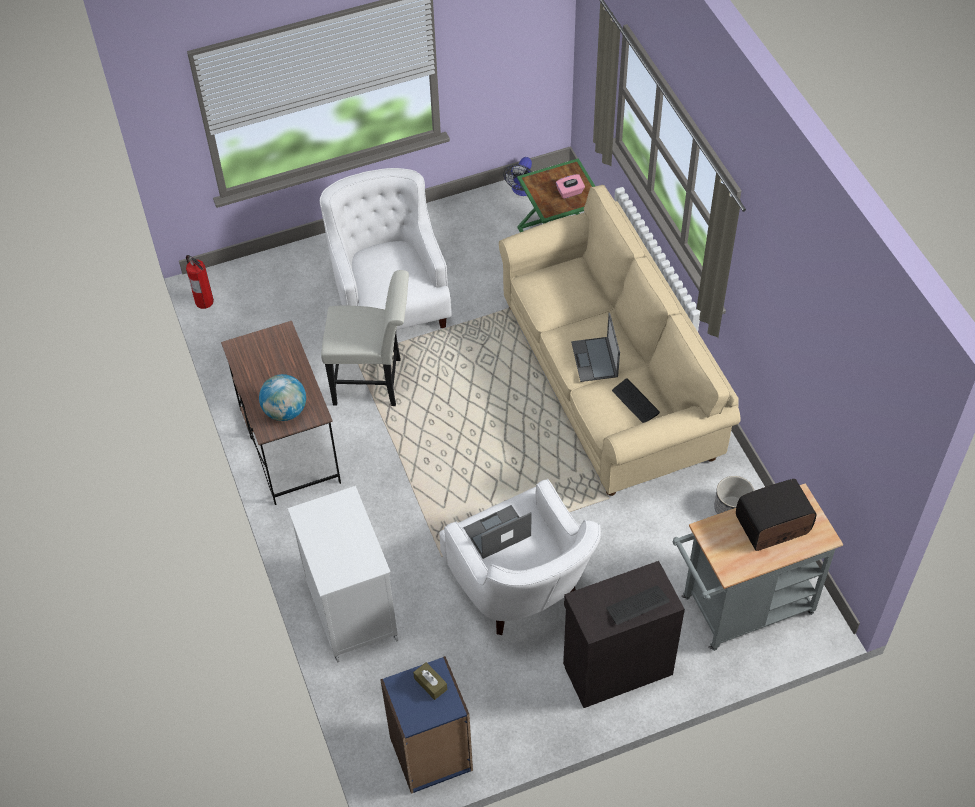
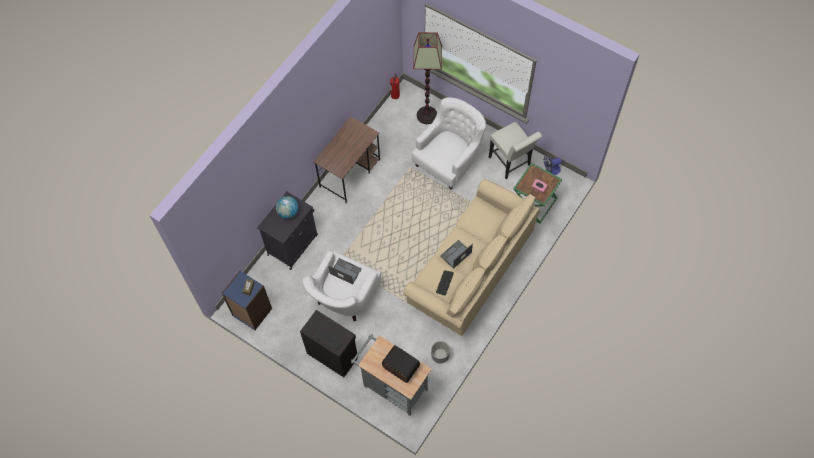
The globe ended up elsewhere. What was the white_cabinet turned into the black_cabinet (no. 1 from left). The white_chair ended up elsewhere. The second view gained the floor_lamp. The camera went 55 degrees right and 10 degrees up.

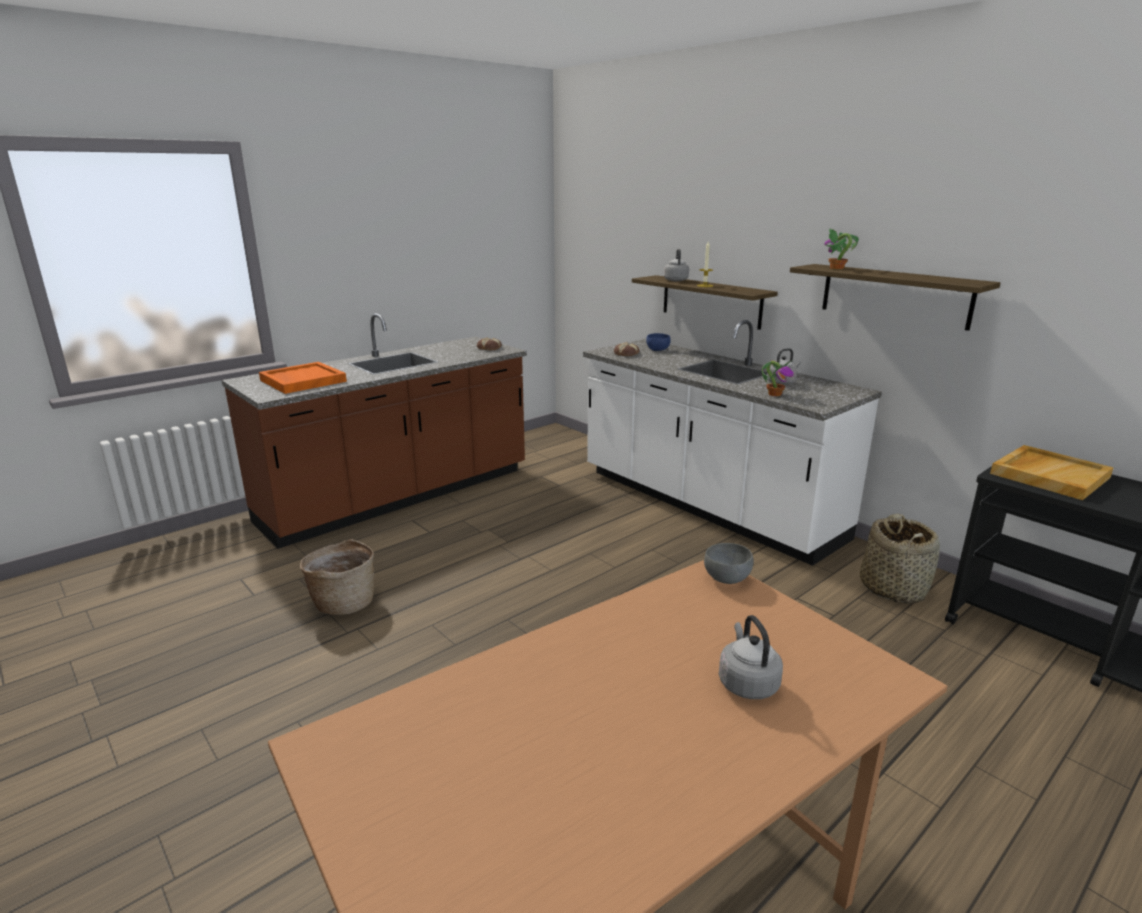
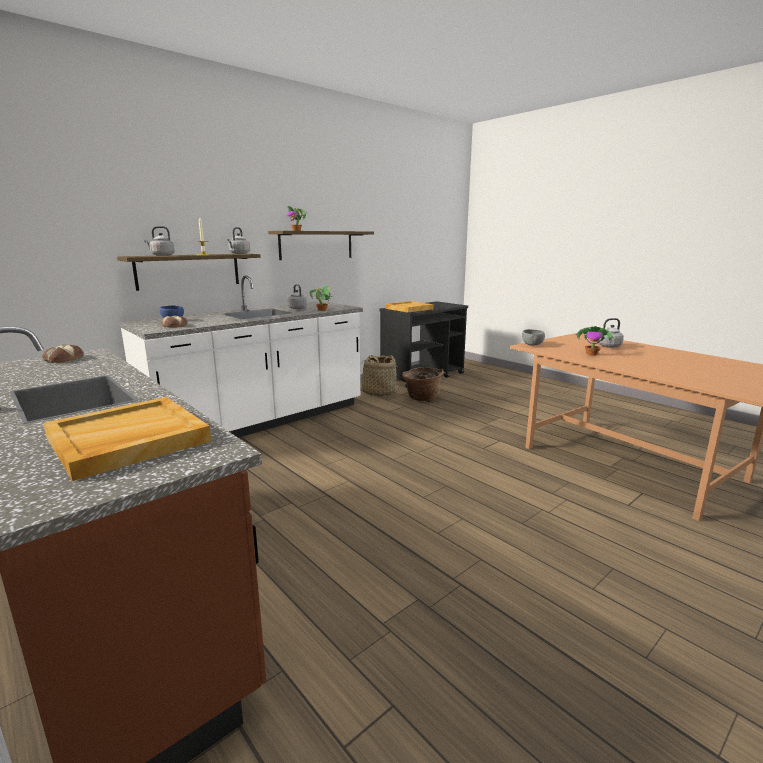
What was the orange_tray turned into the beige_tray (no. 1 from left). The basket (no. 1 from left in the first image) ended up elsewhere. The second view gained the grey_kettle (no. 2 from left). The second view gained the potted_plant (no. 3 from left). The camera went 90 degrees left and 5 degrees down.

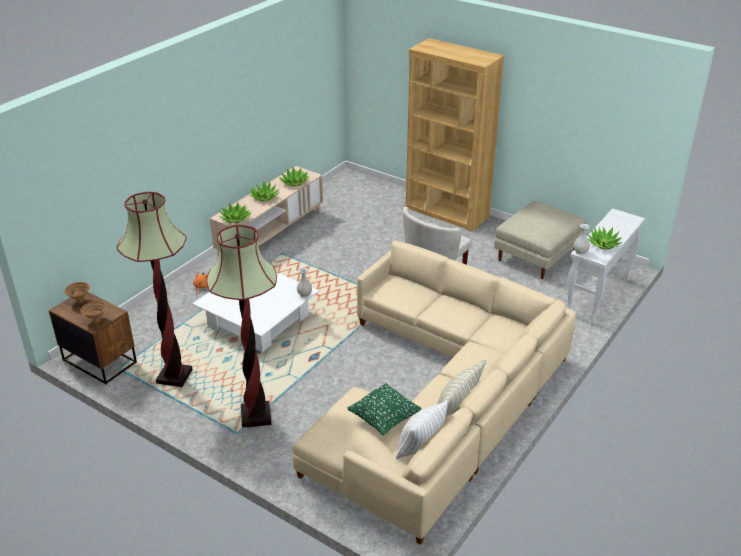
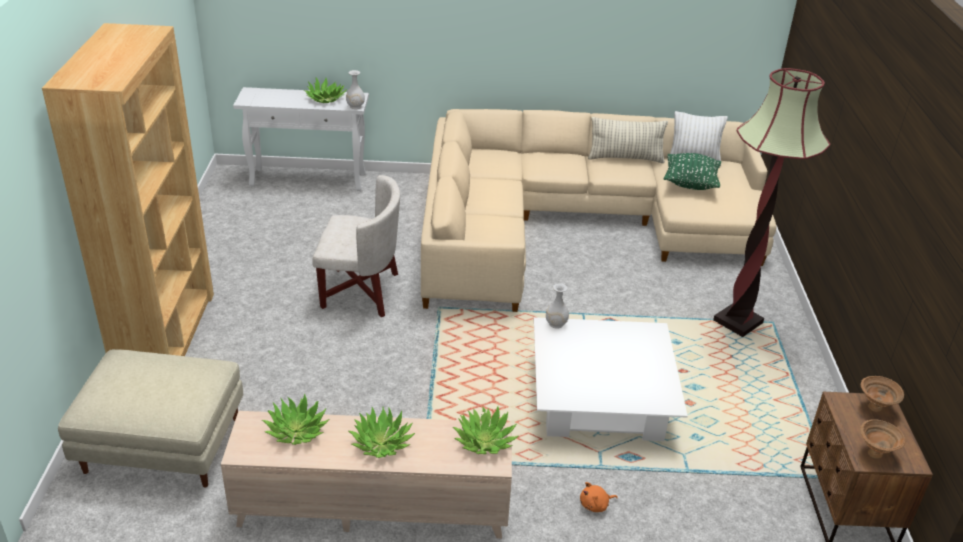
The second view lost the floor_lamp (no. 1 from left). The beige_ottoman ended up elsewhere. The camera went 125 degrees left and 0 degrees up.

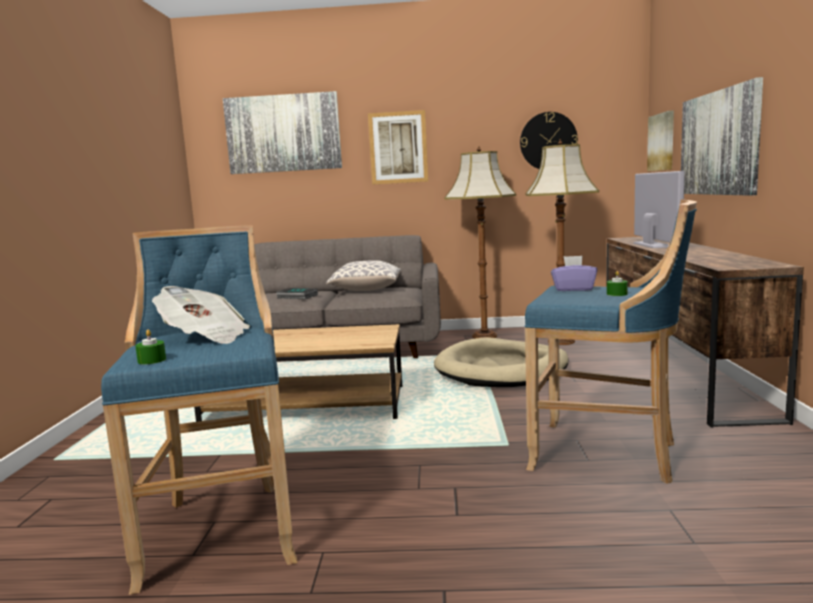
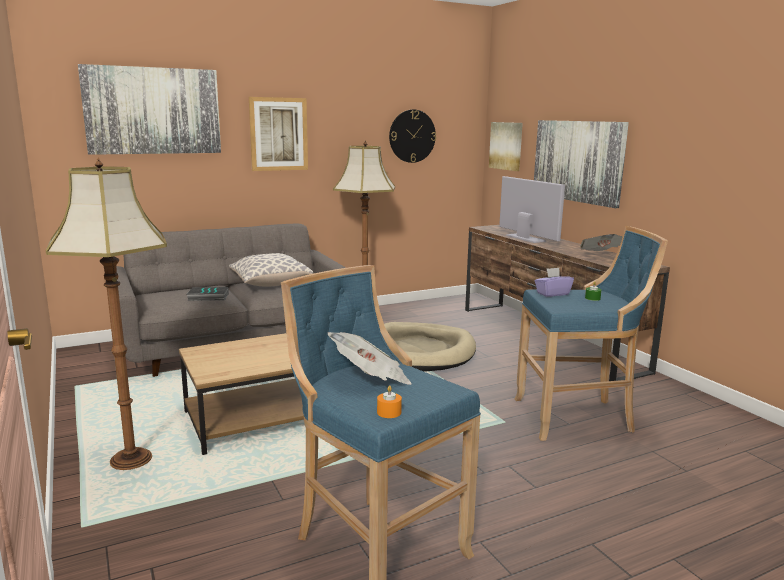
What was the green_candle (no. 1 from left) turned into the orange_candle. The floor_lamp (no. 2 from left in the first image) ended up elsewhere. The second view gained the newspaper (no. 2 from left). The camera went 30 degrees left and 5 degrees up.

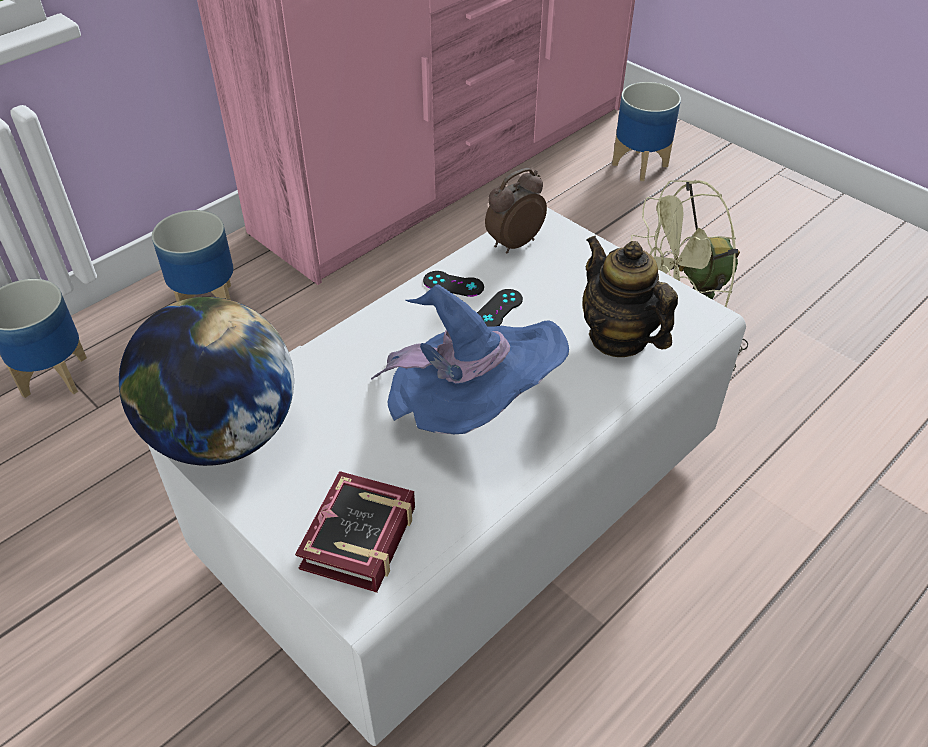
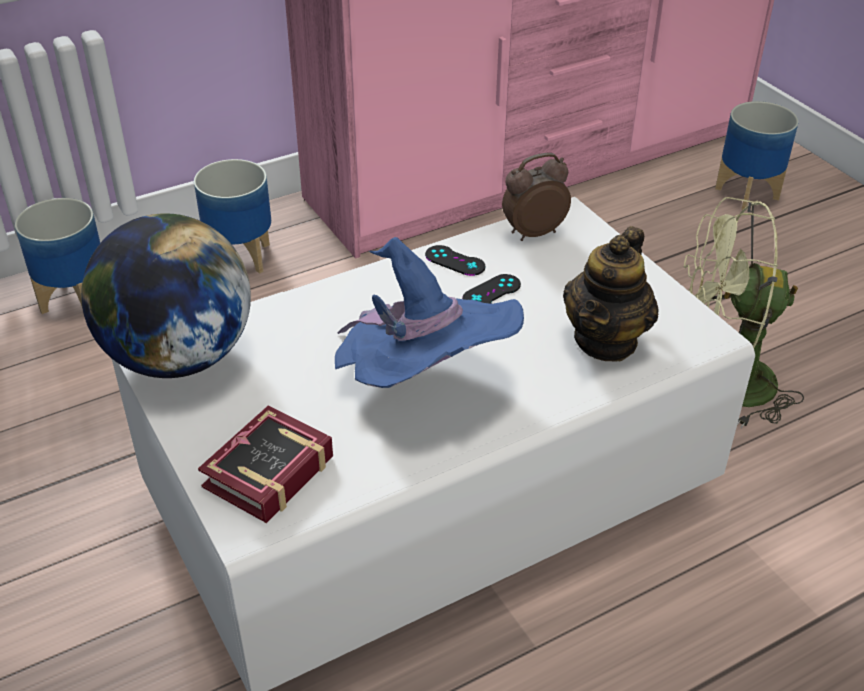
The teapot ended up facing another way, 135 degrees counterclockwise from before. The camera went 15 degrees right and 5 degrees down.

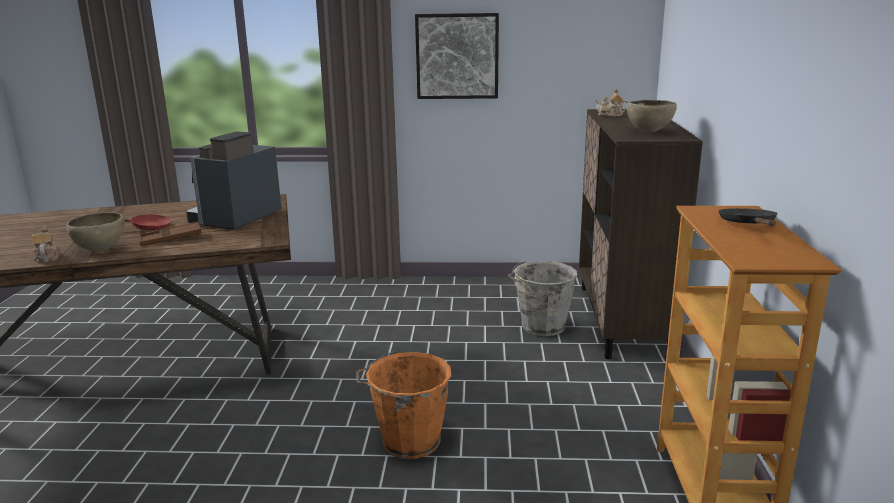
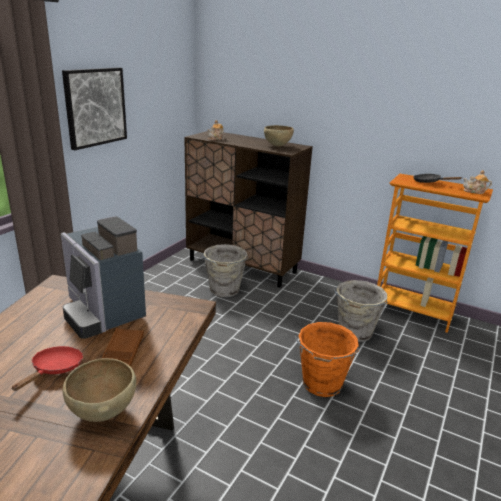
The teapot (no. 1 from left in the first image) ended up elsewhere. The second view gained the grey_bucket (no. 2 from left). The camera went 65 degrees left and 5 degrees up.

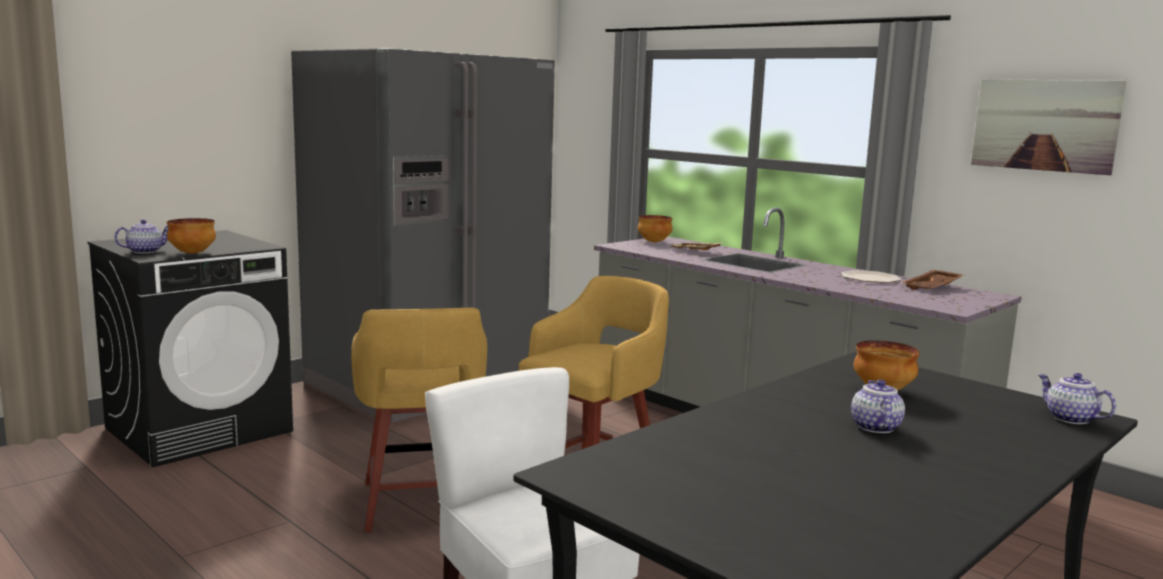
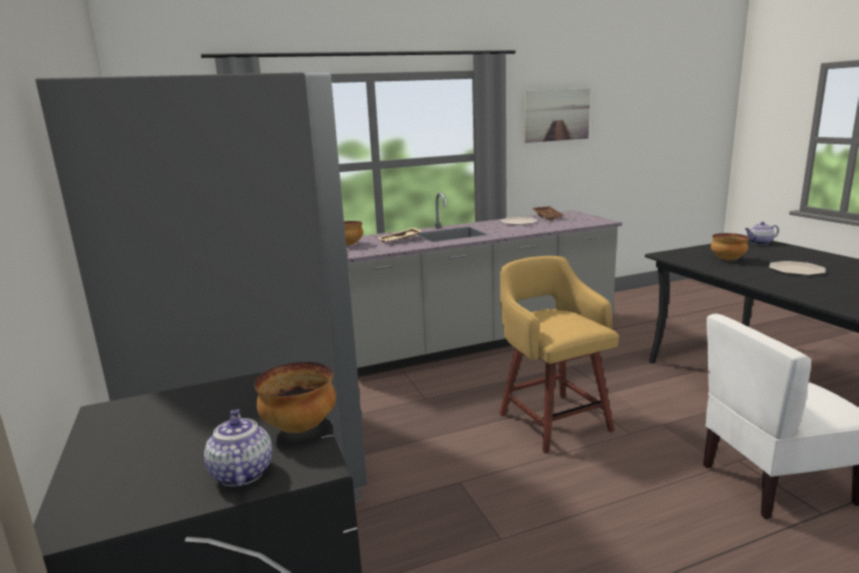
The second view lost the yellow_stool (no. 1 from left). Where the teapot (no. 2 from left) stood, the plate (no. 2 from left) came to stand. The camera went 65 degrees left and 5 degrees up.

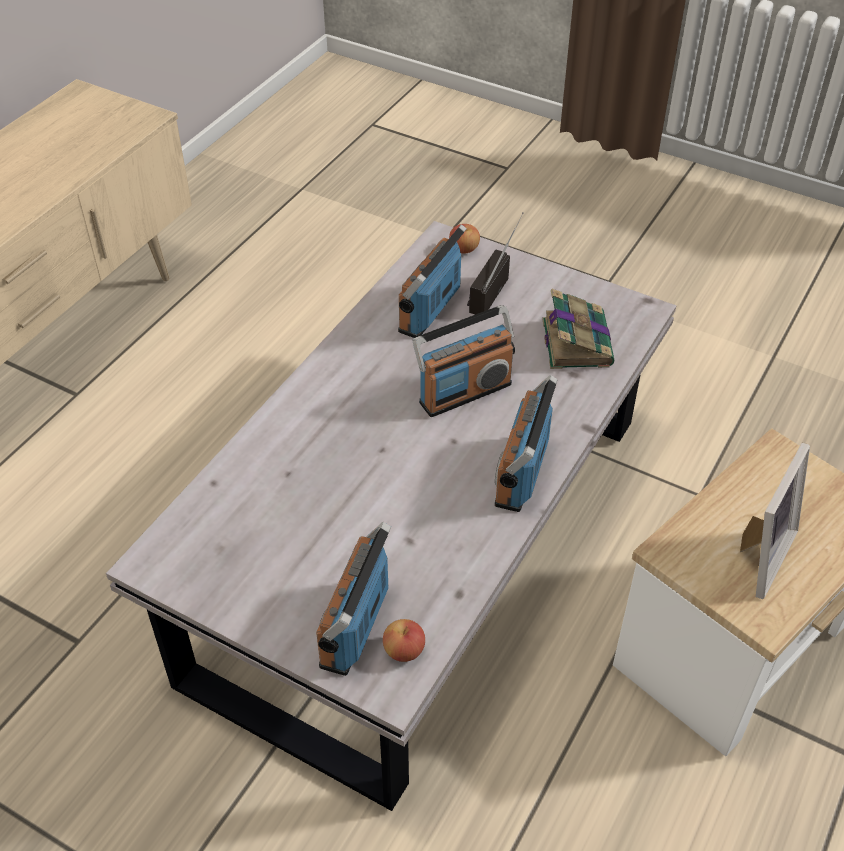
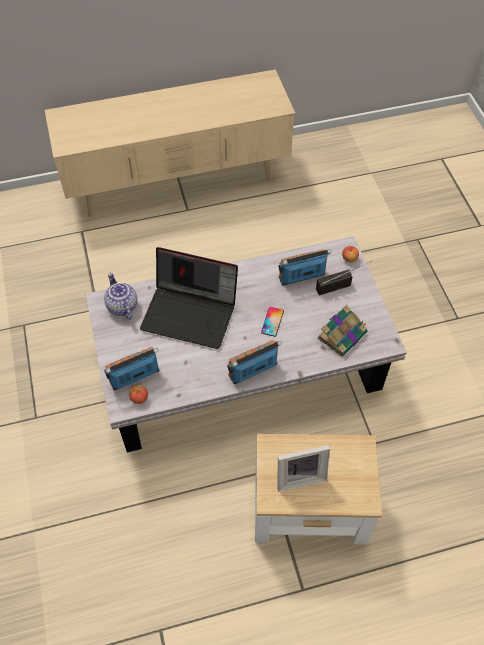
Where the radio (no. 3 from left) stood, the phone came to stand. The second view gained the teapot. The second view gained the laptop. The camera went 45 degrees right and 10 degrees up.

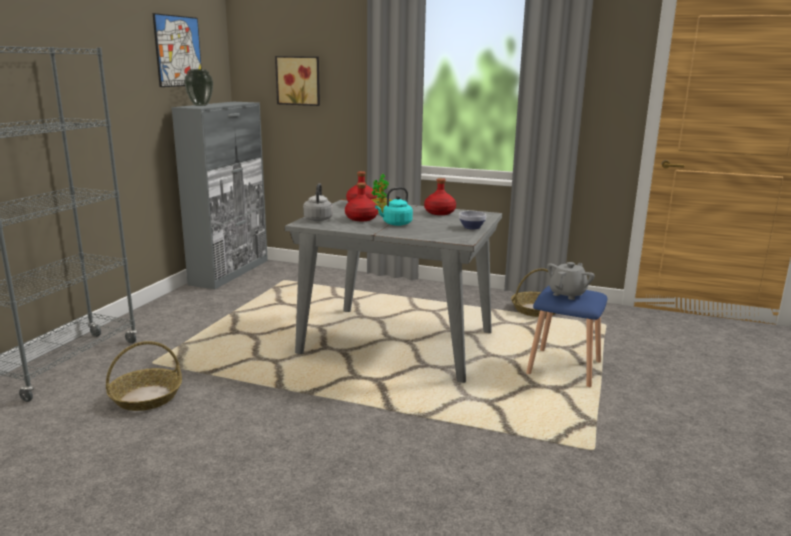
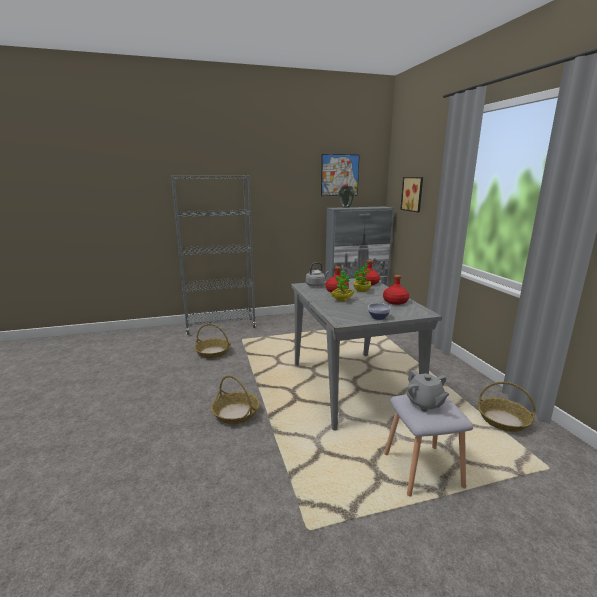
Where the turquoise_kettle stood, the potted_plant (no. 1 from left) came to stand. What was the blue_stool turned into the grey_stool. The grey_teapot ended up facing another way, 60 degrees clockwise from before. The second view gained the basket (no. 2 from left). The camera went 55 degrees right and 0 degrees up.

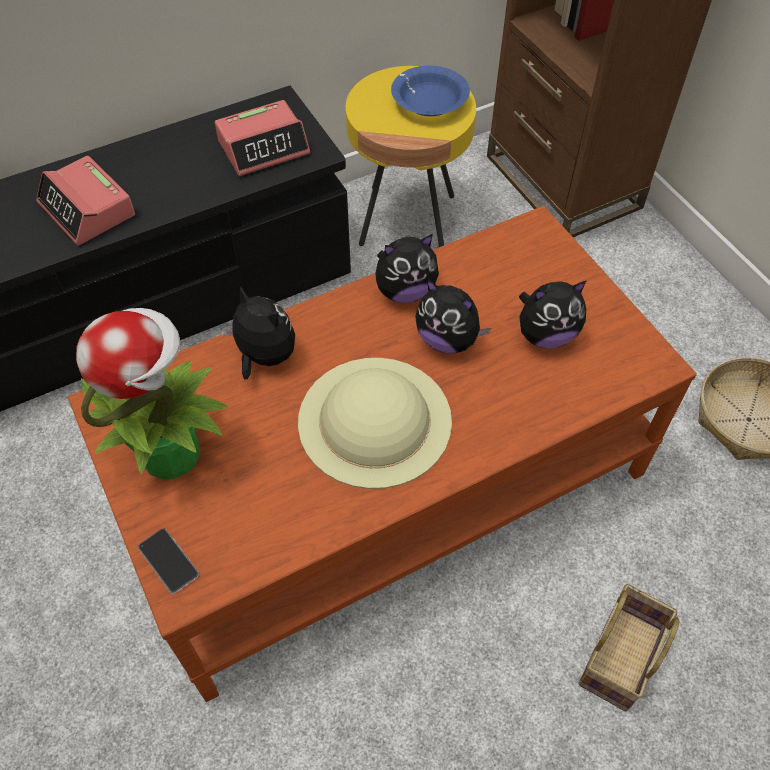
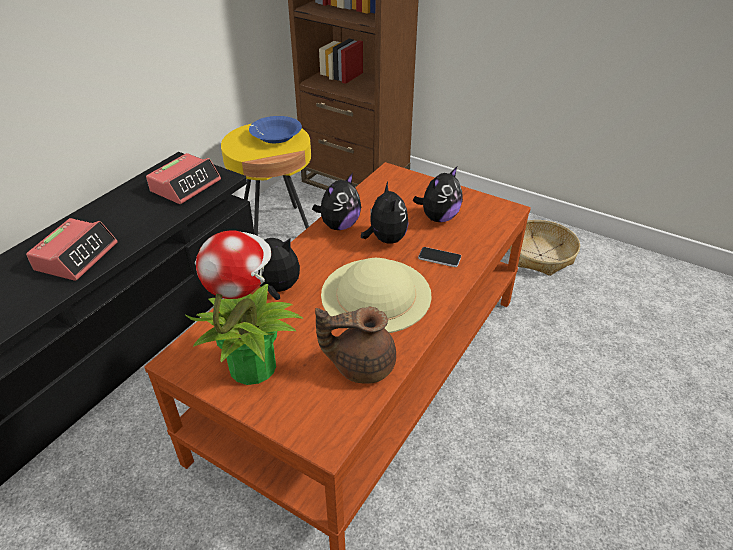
The alarm_clock (no. 1 from left) ended up facing another way, 90 degrees counterclockwise from before. The phone ended up elsewhere. The plush_toy (no. 3 from left) ended up facing another way, 105 degrees counterclockwise from before. The second view lost the basket (no. 1 from left). The second view gained the brown_teapot. The camera went 30 degrees left and 15 degrees down.

